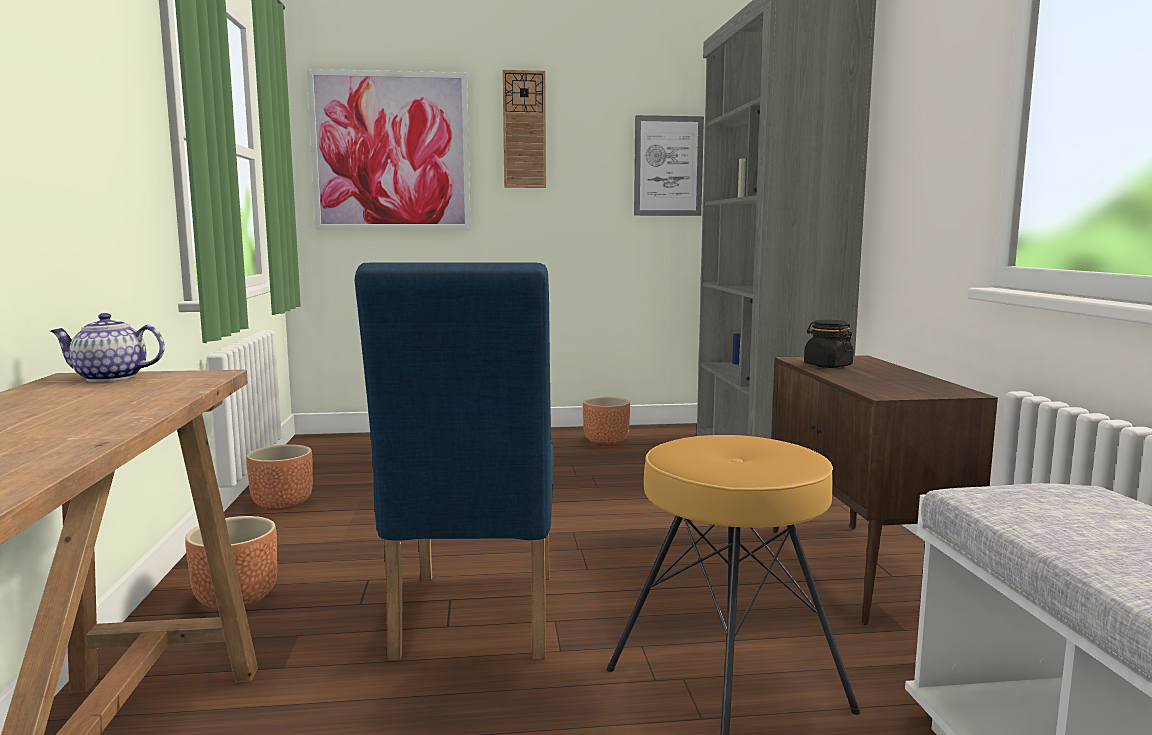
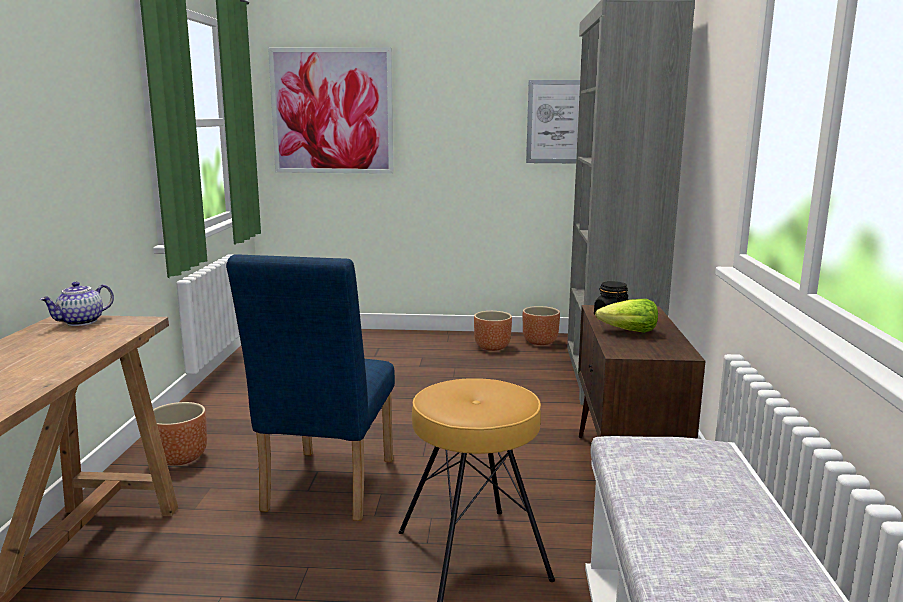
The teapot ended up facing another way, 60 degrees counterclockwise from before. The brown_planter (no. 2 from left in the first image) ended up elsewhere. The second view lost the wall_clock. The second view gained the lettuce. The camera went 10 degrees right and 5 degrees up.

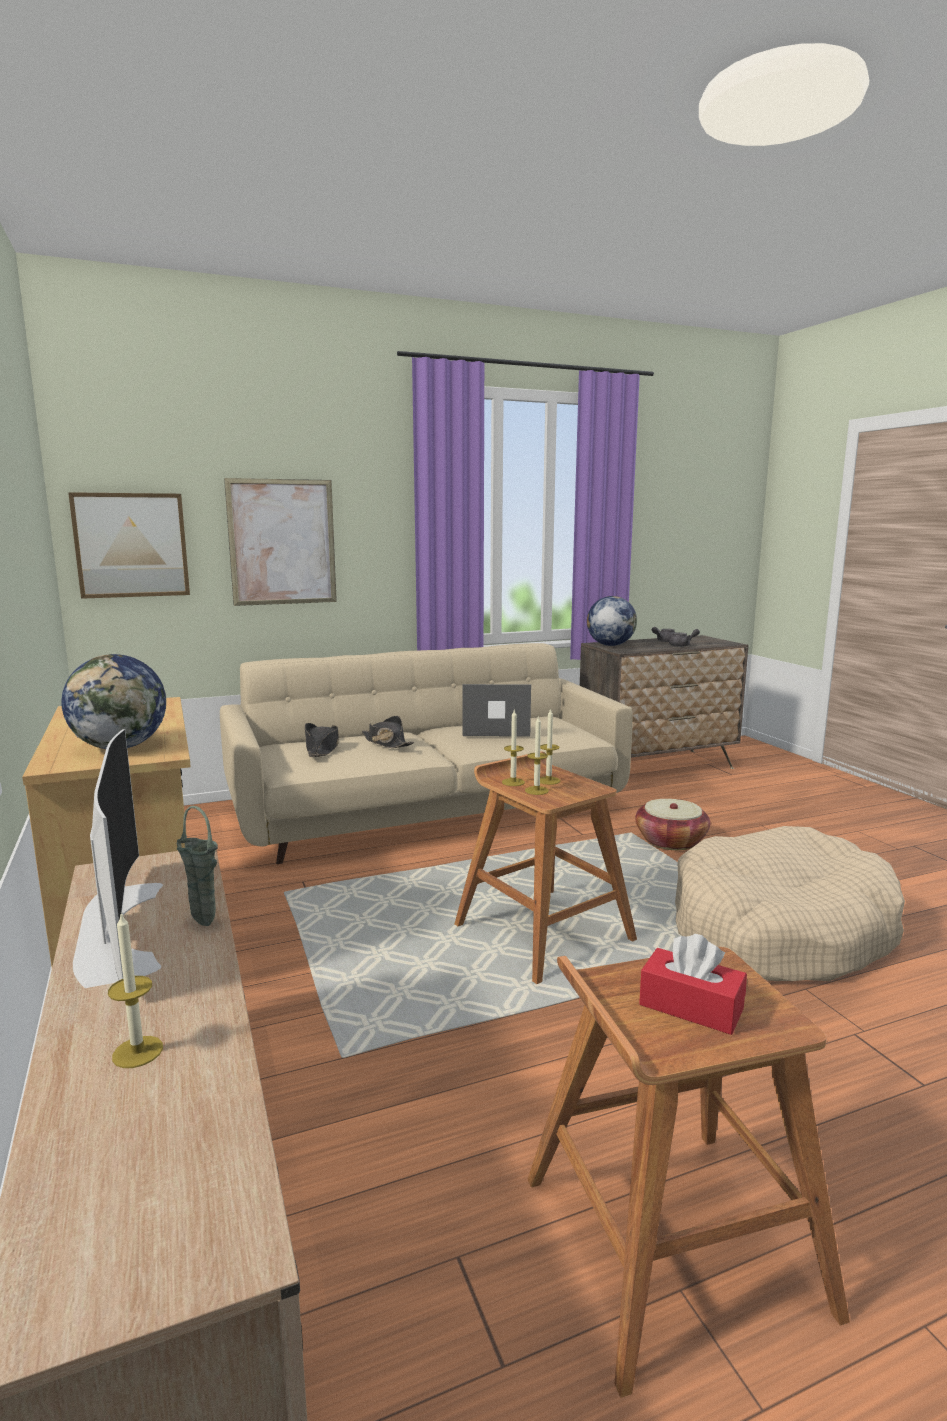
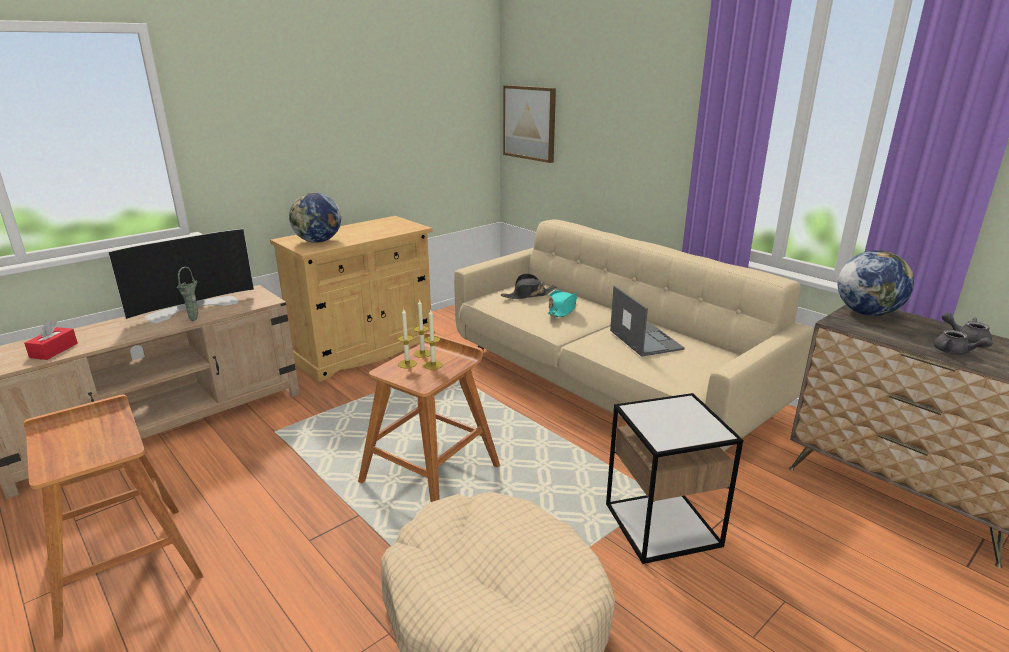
The second view lost the candle (no. 1 from left). The second view lost the picture (no. 2 from left). What was the black_hat (no. 2 from left) turned into the turquoise_hat. Where the basket stood, the side_table came to stand. The red_tissue_box ended up elsewhere. The camera went 70 degrees right and 10 degrees up.

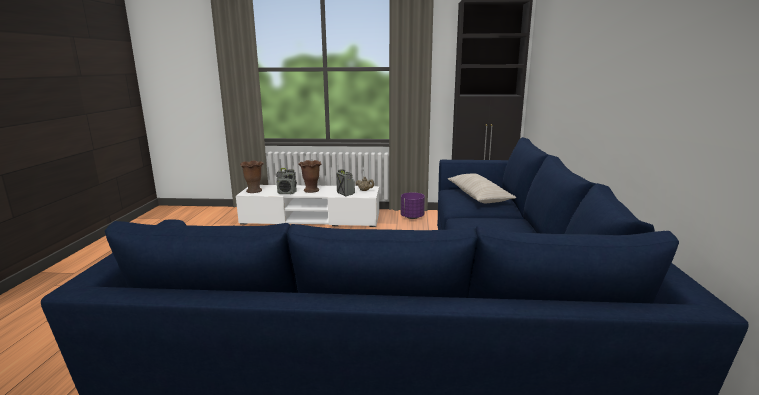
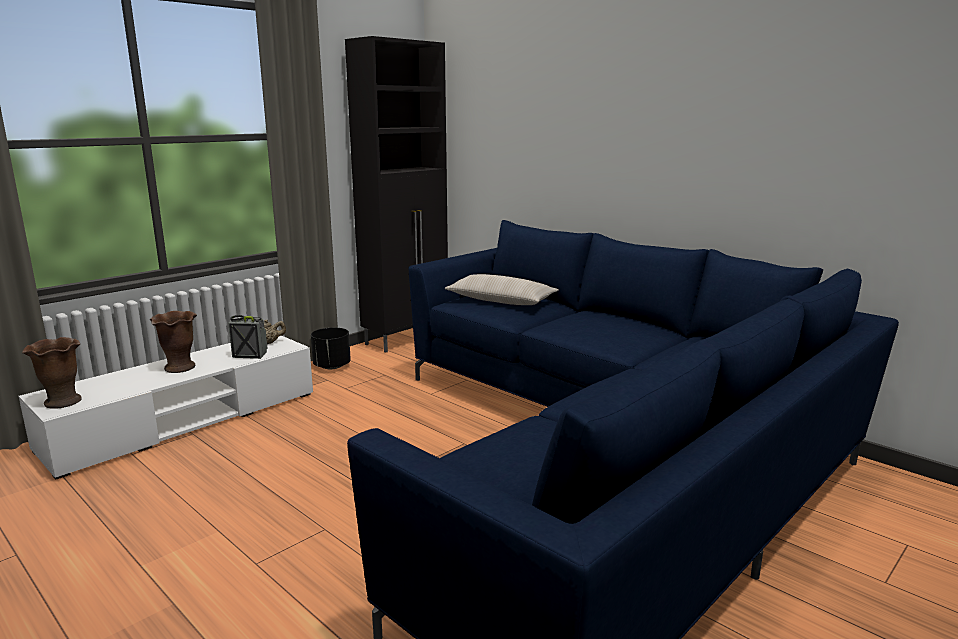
The second view lost the radio (no. 1 from left). What was the purple_planter turned into the black_planter. The camera went 50 degrees left and 0 degrees up.

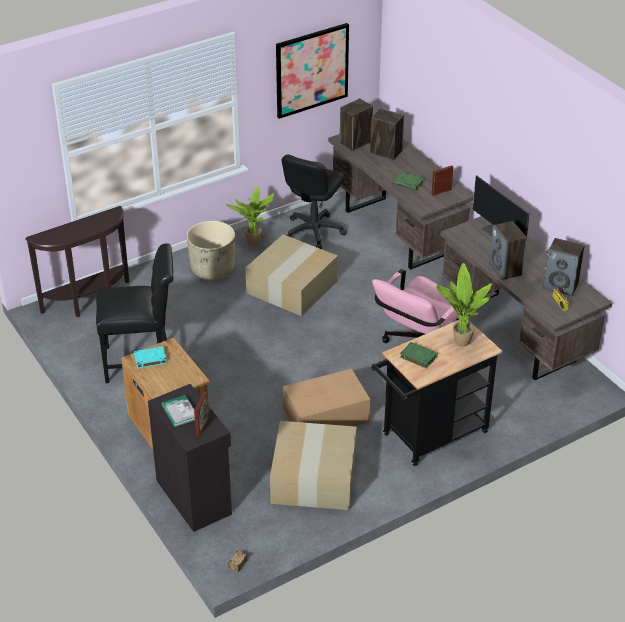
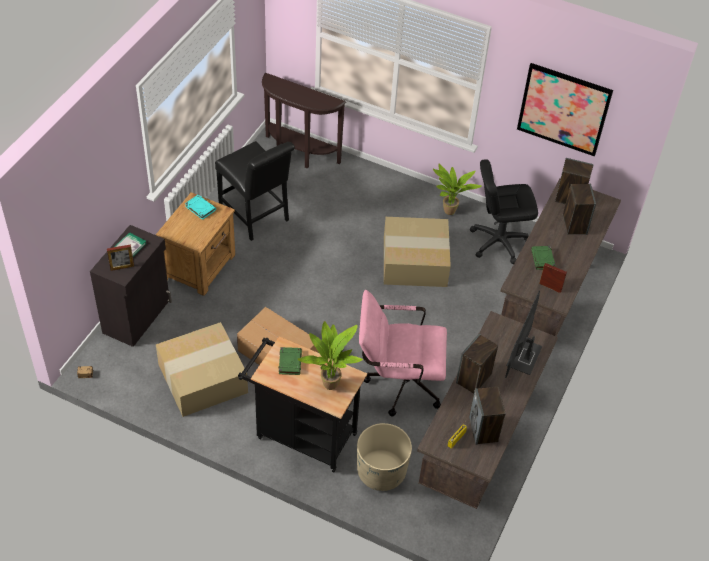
The beige_planter ended up elsewhere. The camera went 55 degrees right and 10 degrees up.

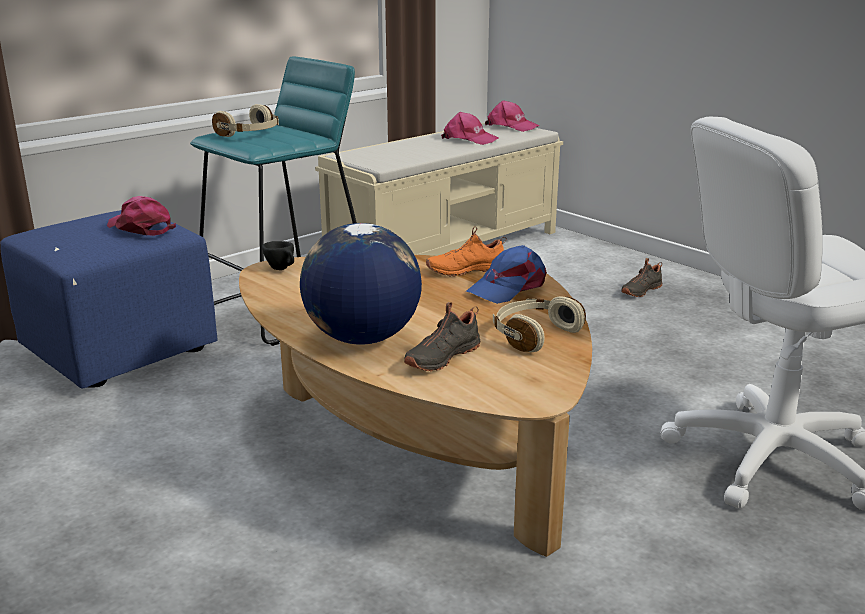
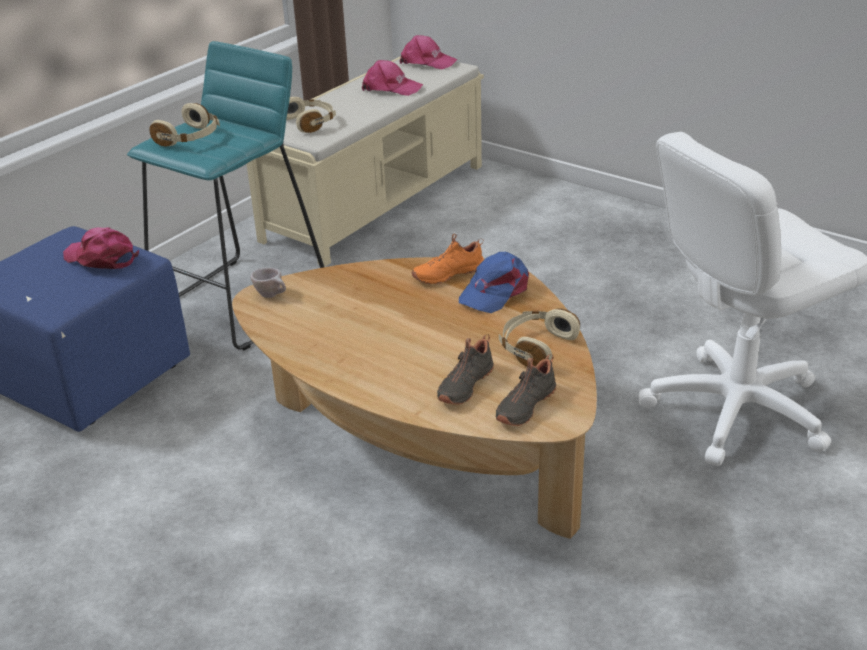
What was the black_cup turned into the beige_cup. The second view lost the globe. The black_shoe (no. 2 from left) ended up elsewhere. The second view gained the beige_headphones (no. 2 from left). The camera went 10 degrees left and 10 degrees up.

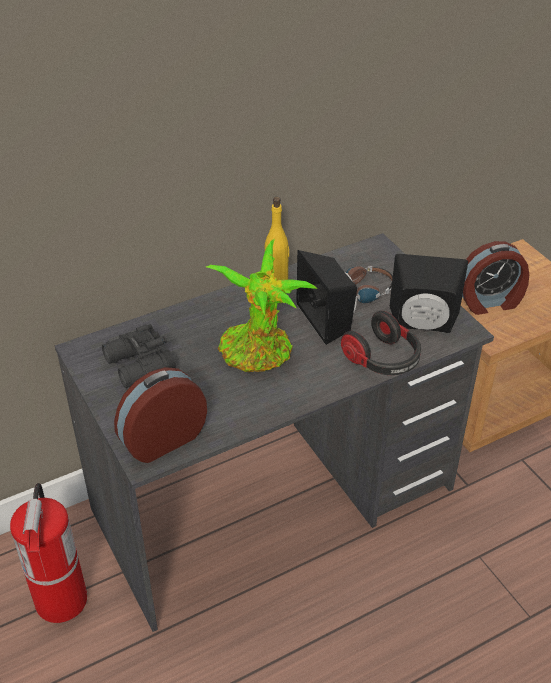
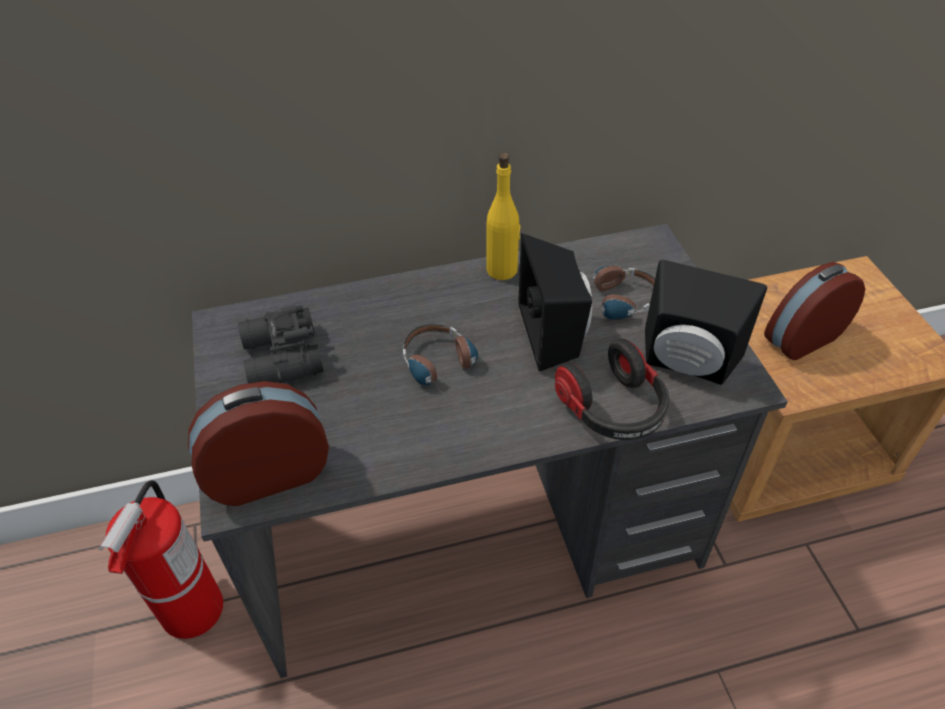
Where the potted_plant stood, the headphones (no. 1 from left) came to stand. The alarm_clock (no. 2 from left) ended up facing another way, 150 degrees clockwise from before. The camera went 15 degrees right and 5 degrees up.

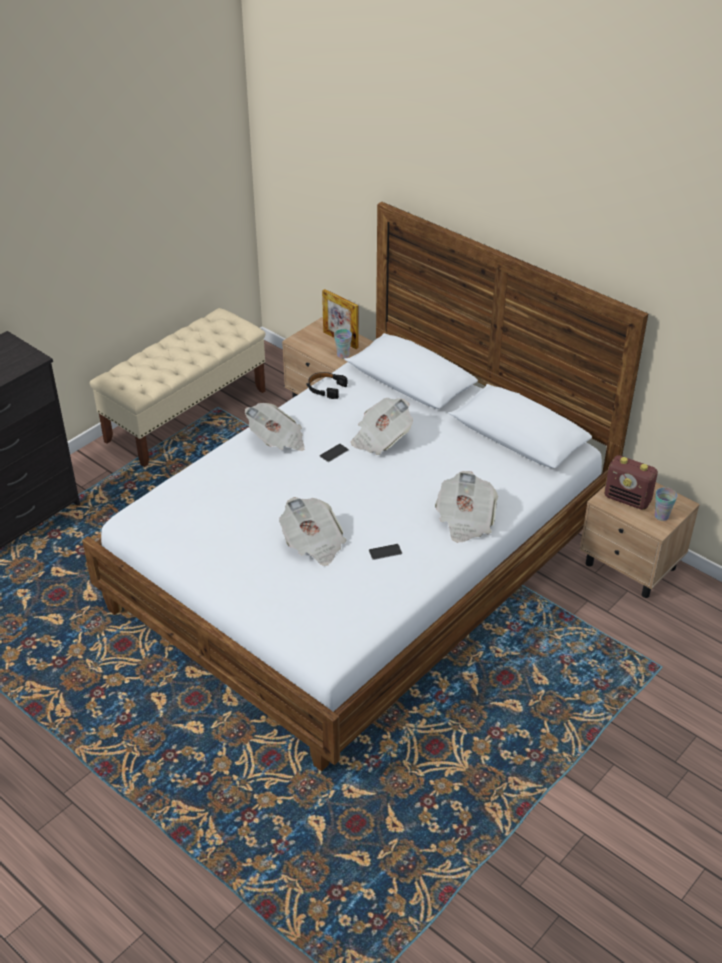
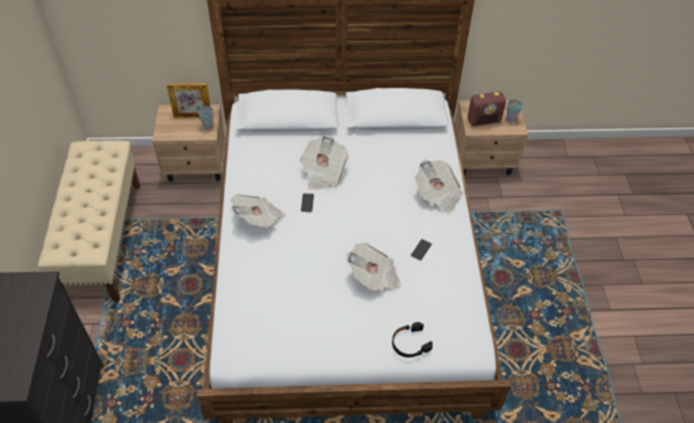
The black_headphones ended up elsewhere. The camera went 45 degrees left and 10 degrees up.

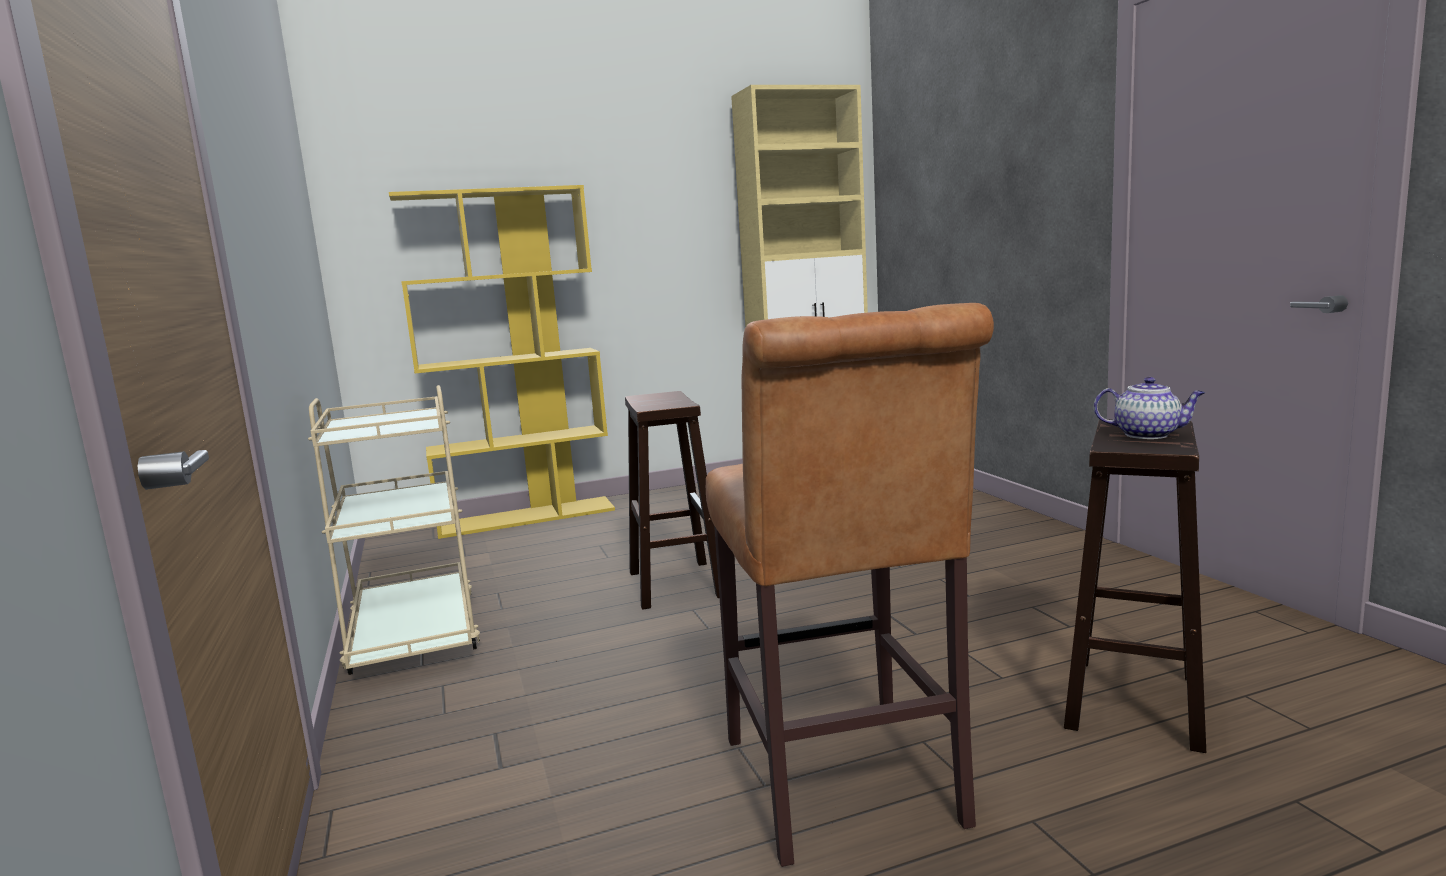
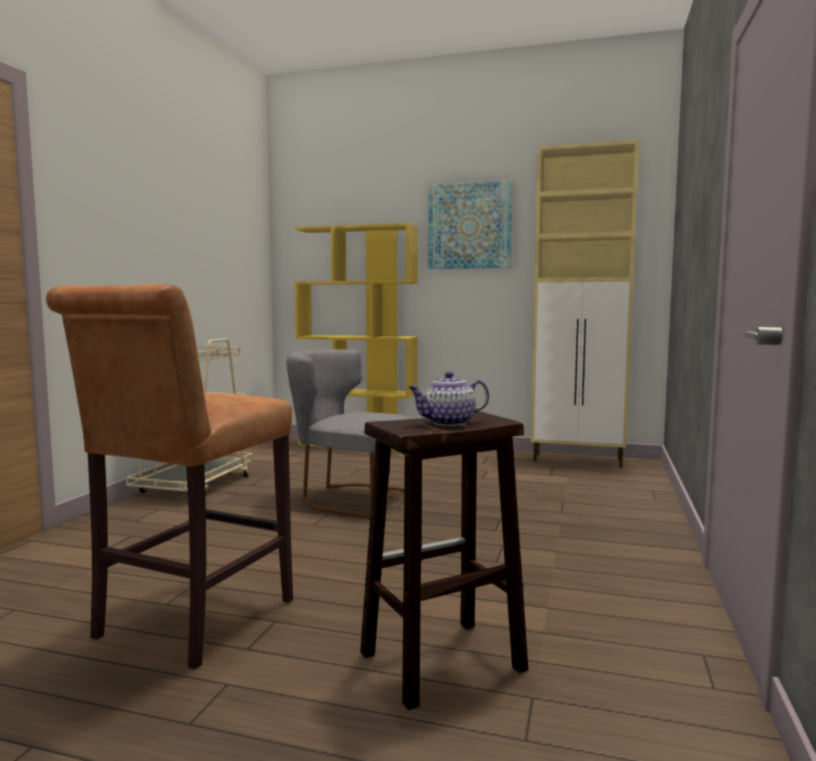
Where the brown_stool (no. 1 from left) stood, the grey_chair came to stand. The teapot ended up facing another way, 105 degrees clockwise from before. The second view gained the picture. The camera went 35 degrees right and 5 degrees down.

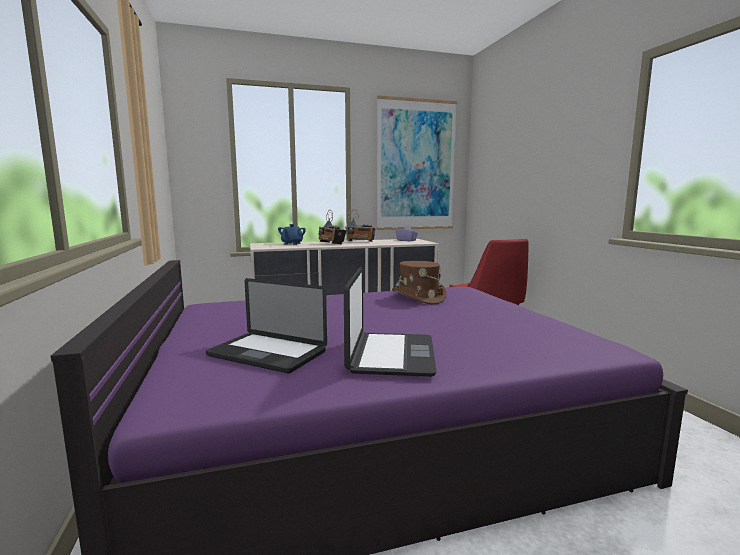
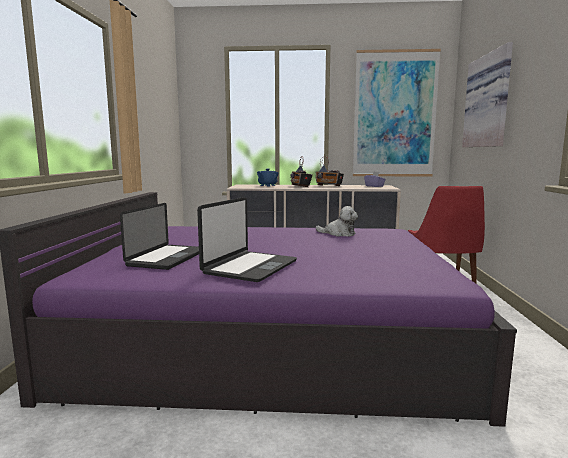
The laptop (no. 1 from left) ended up facing another way, 120 degrees counterclockwise from before. Where the brown_hat stood, the plush_toy came to stand. The second view gained the picture (no. 2 from left). The camera went 20 degrees right and 0 degrees up.

